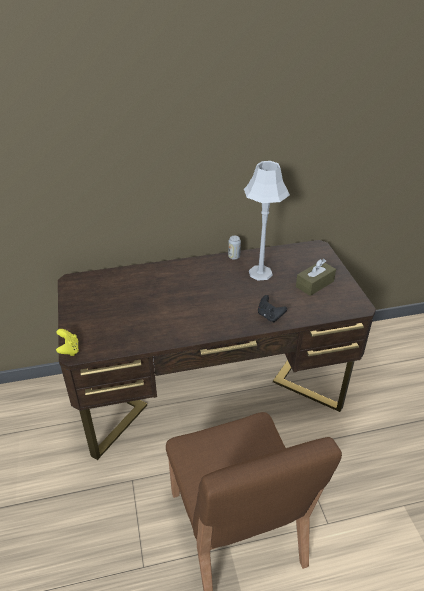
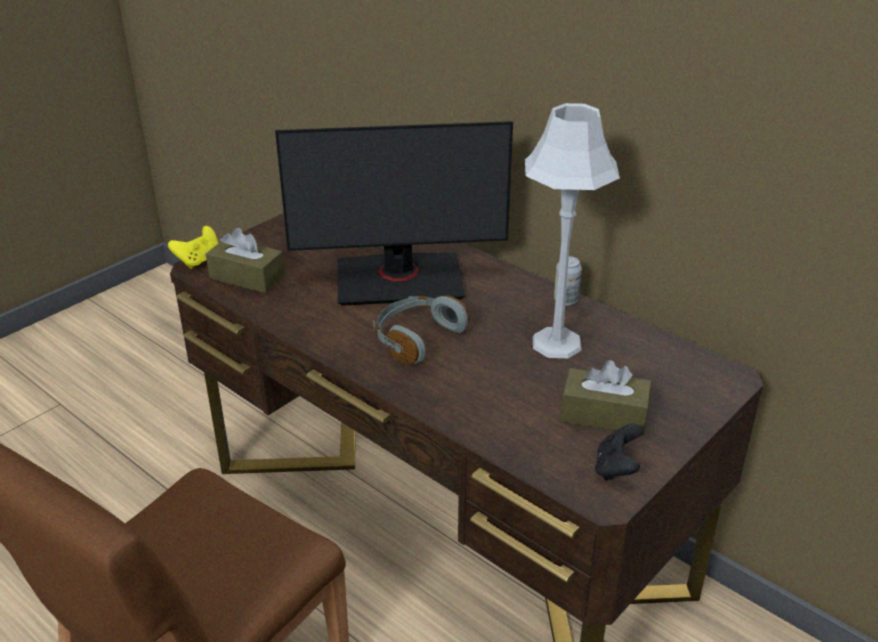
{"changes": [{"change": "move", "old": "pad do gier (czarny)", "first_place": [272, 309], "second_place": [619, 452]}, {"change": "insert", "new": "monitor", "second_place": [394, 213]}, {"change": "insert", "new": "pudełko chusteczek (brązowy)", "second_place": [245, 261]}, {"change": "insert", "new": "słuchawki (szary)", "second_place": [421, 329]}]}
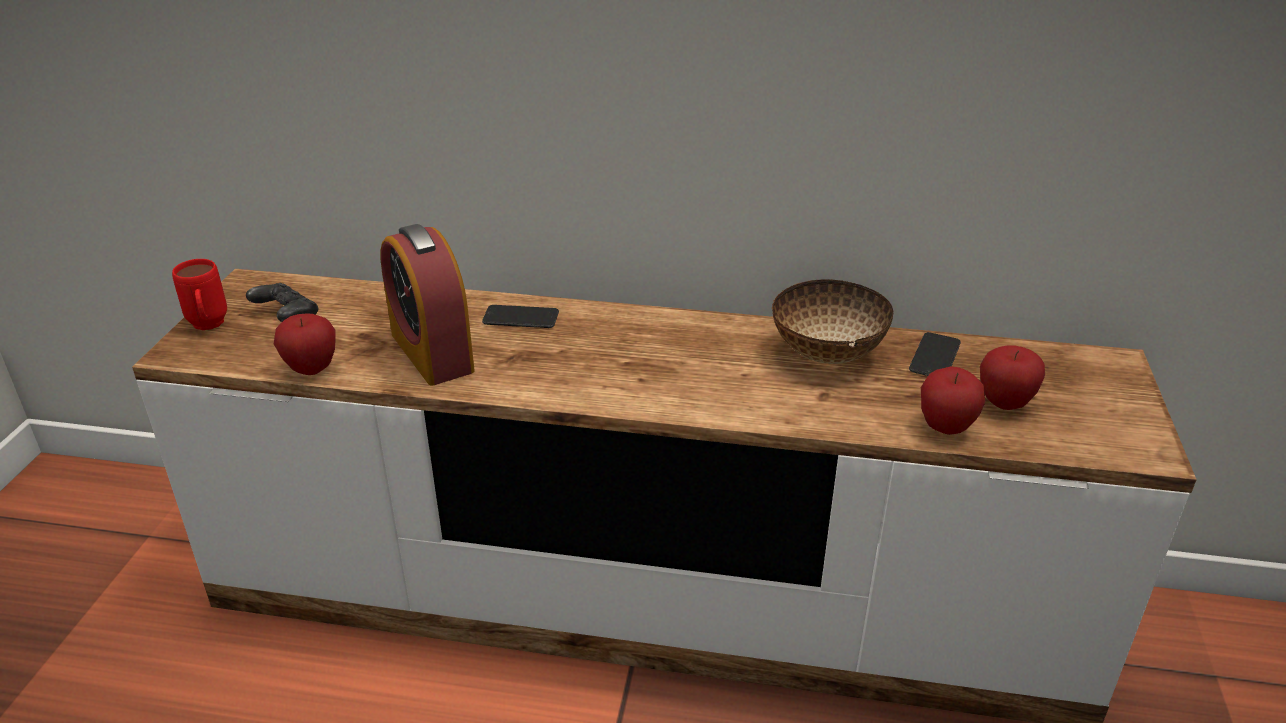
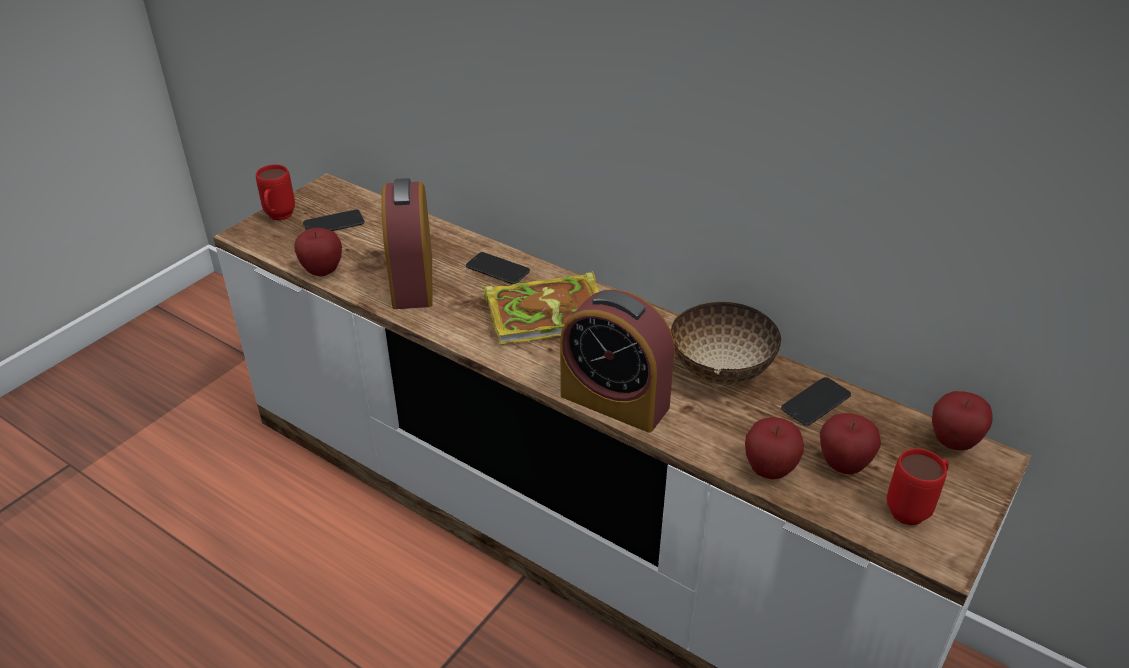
{"changes": [{"change": "replace", "old": "pad do gier (czarny)", "new": "telefon", "first_place": [282, 302], "second_place": [334, 220]}, {"change": "insert", "new": "książka", "second_place": [541, 308]}, {"change": "insert", "new": "budzik", "second_place": [617, 361]}, {"change": "insert", "new": "jabłko", "second_place": [962, 420]}, {"change": "insert", "new": "kubek (czerwony)", "second_place": [918, 486]}]}
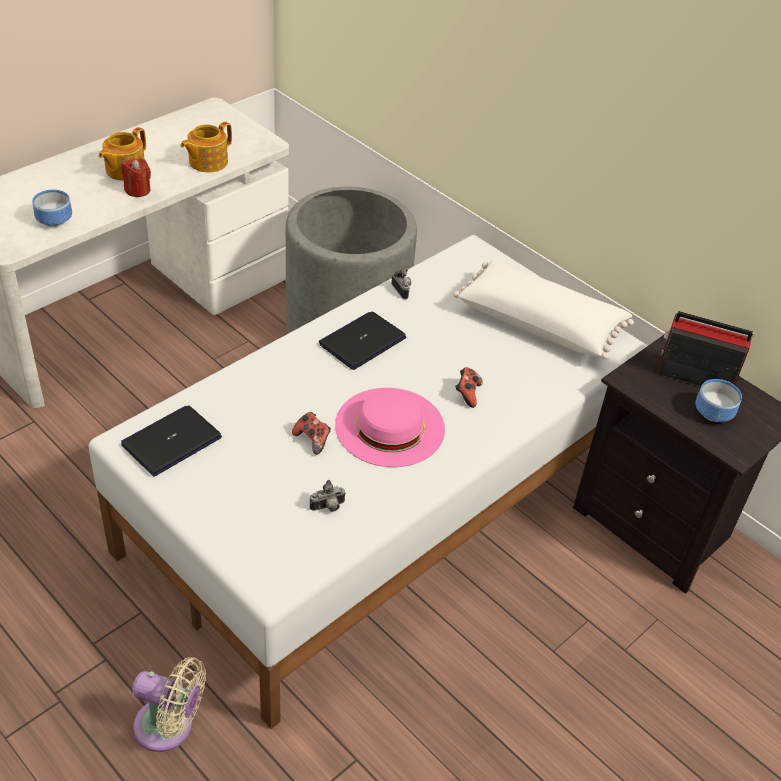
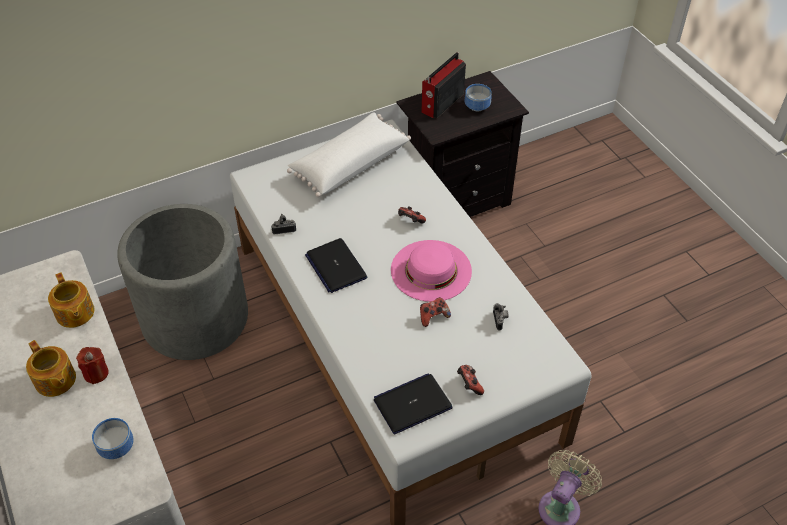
{"changes": [{"change": "rotate", "old": "laptop", "first_place": [171, 441], "second_place": [413, 403], "degrees": 90}, {"change": "insert", "new": "pad do gier", "second_place": [470, 380]}]}
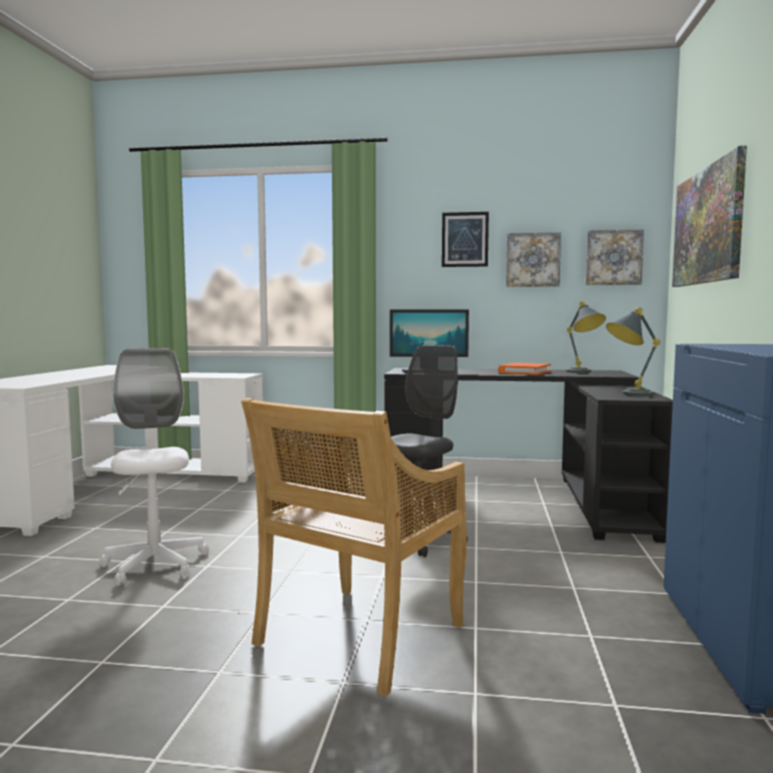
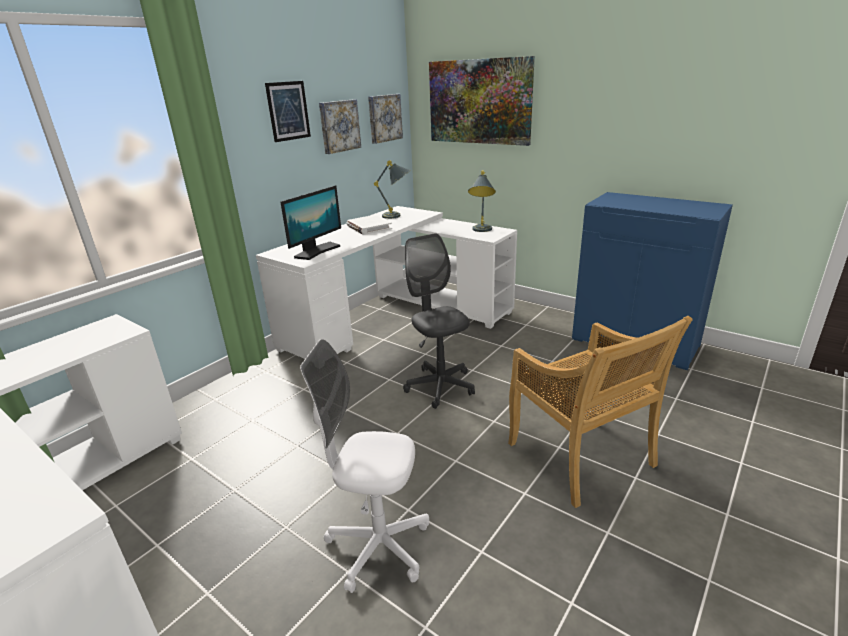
{"changes": [{"change": "recolor", "old": "książka (pomarańczowy)", "new": "książka (biały)", "first_place": [524, 368], "second_place": [369, 225]}, {"change": "recolor", "old": "biurko (czarny)", "new": "biurko (biały)", "first_place": [528, 455], "second_place": [386, 282]}]}
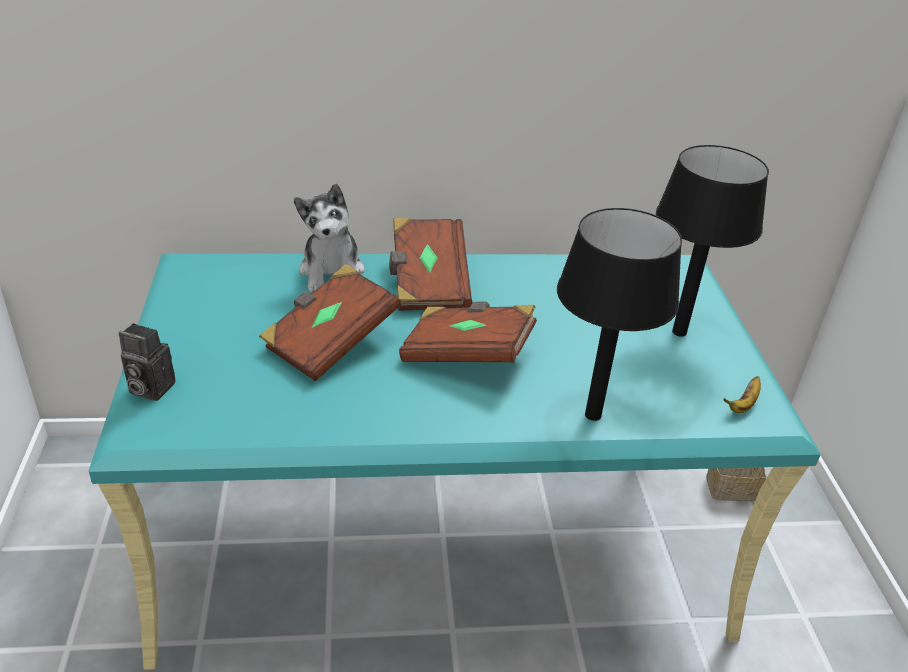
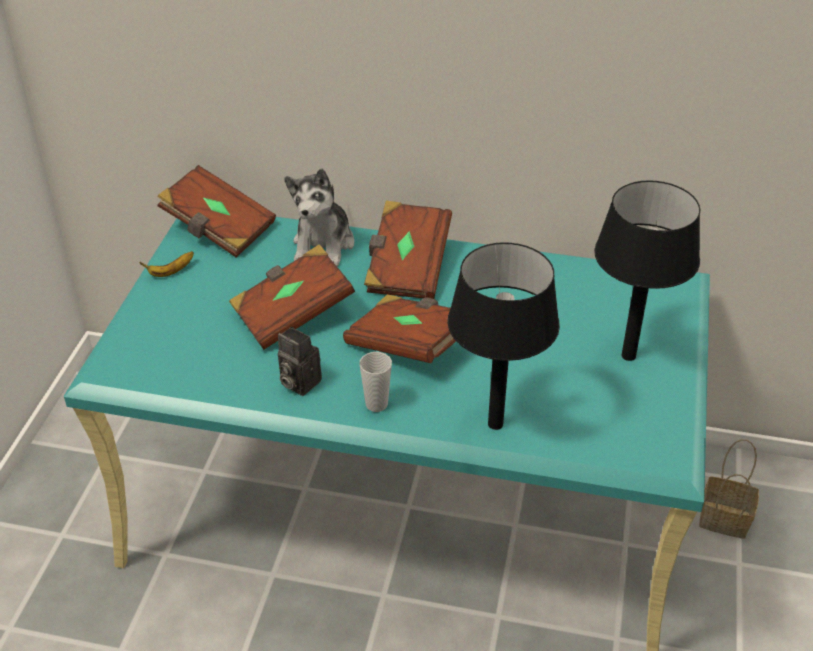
{"changes": [{"change": "move", "old": "aparat fotograficzny", "first_place": [147, 362], "second_place": [300, 361]}, {"change": "move", "old": "banan", "first_place": [742, 394], "second_place": [166, 264]}, {"change": "insert", "new": "książka (brązowy)", "second_place": [216, 211]}, {"change": "insert", "new": "filiżanka", "second_place": [376, 382]}]}
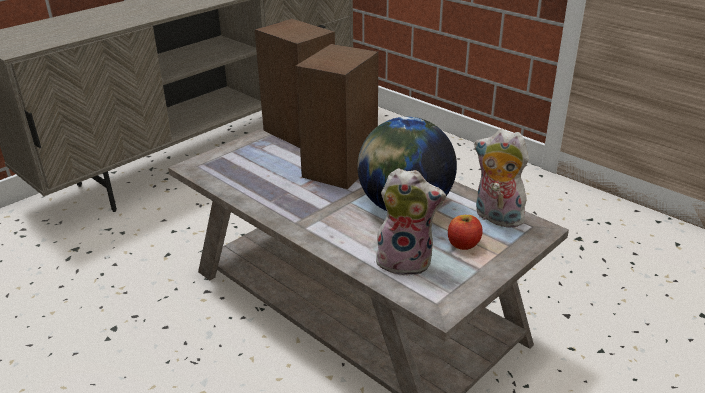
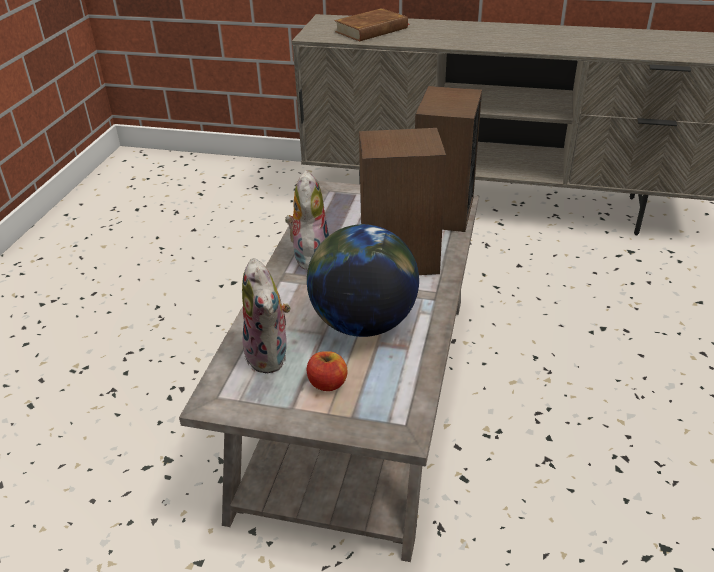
{"changes": [{"change": "move", "old": "pluszak", "first_place": [501, 178], "second_place": [307, 220]}, {"change": "insert", "new": "książka (brązowy)", "second_place": [371, 25]}]}
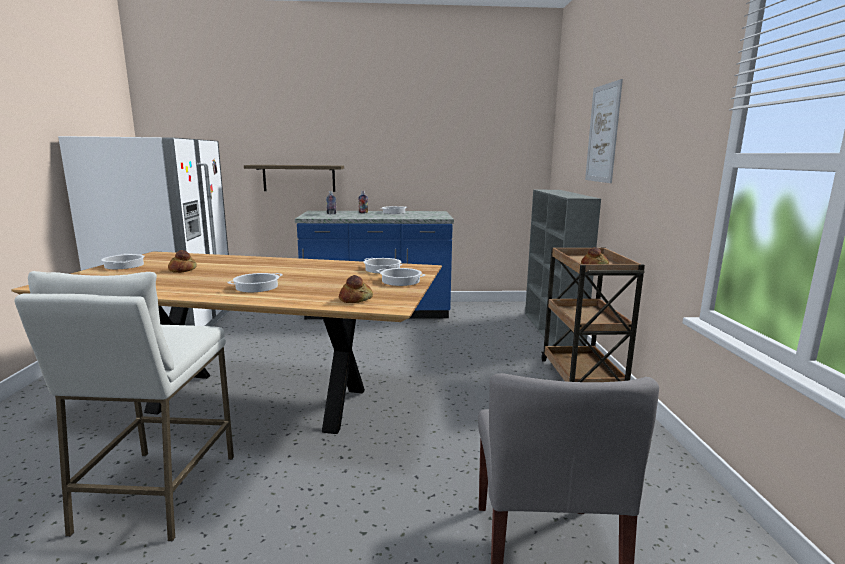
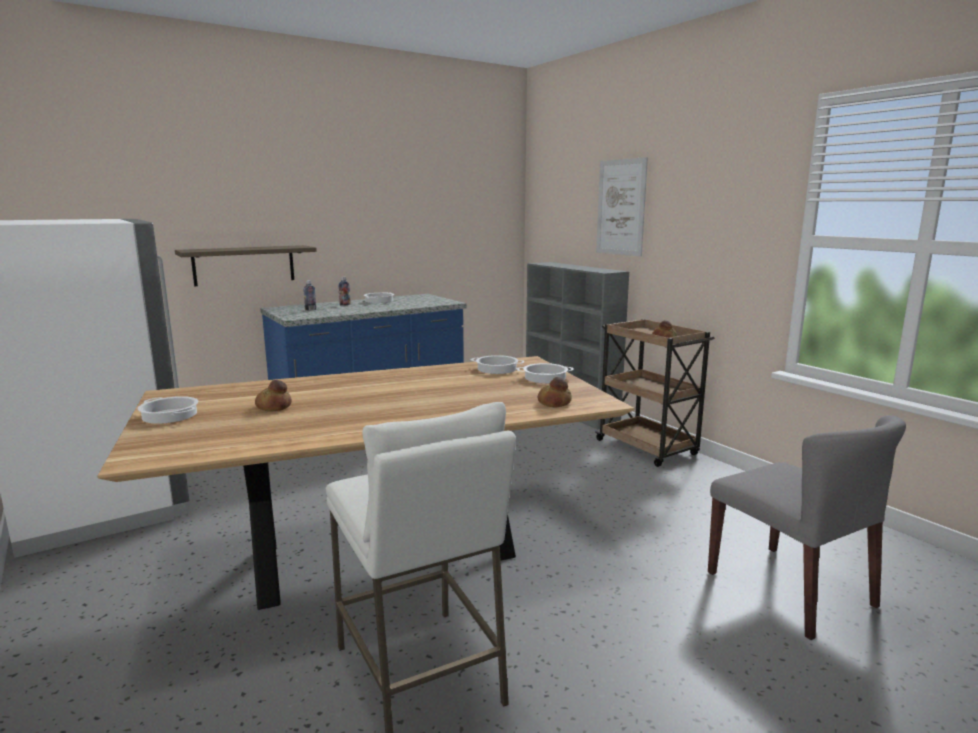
{"changes": [{"change": "delete", "old": "garnek", "first_place": [255, 282]}]}
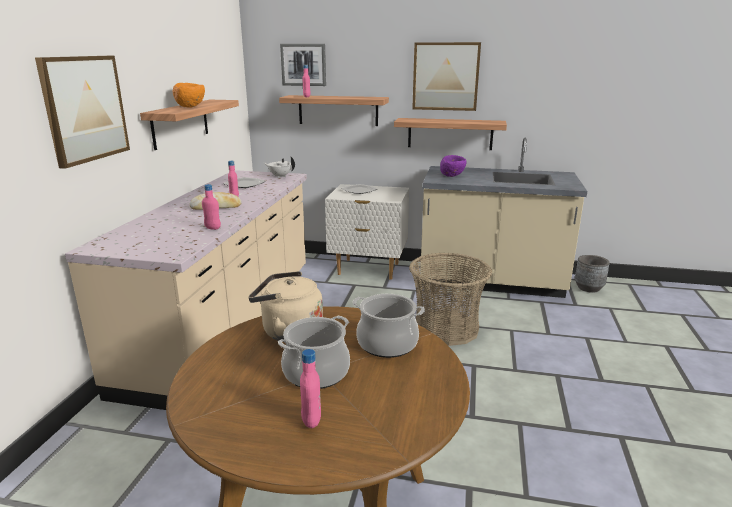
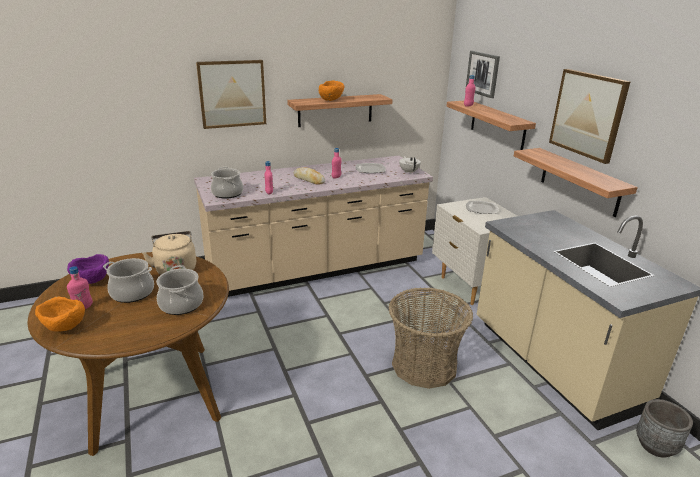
{"changes": [{"change": "move", "old": "miska (fioletowy)", "first_place": [453, 166], "second_place": [88, 269]}, {"change": "insert", "new": "garnek", "second_place": [227, 183]}, {"change": "insert", "new": "miska (pomarańczowy)", "second_place": [60, 314]}]}
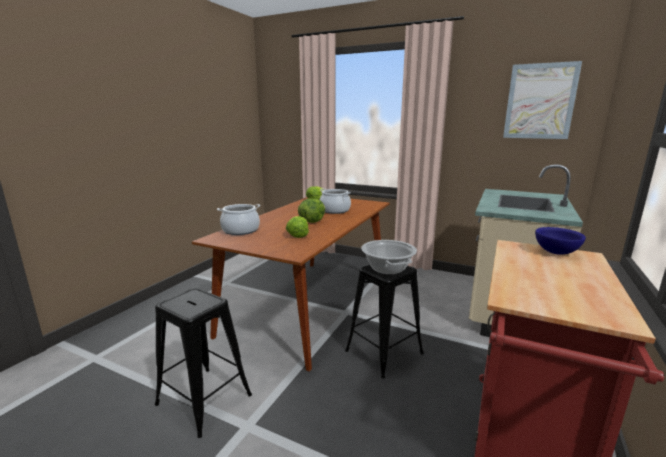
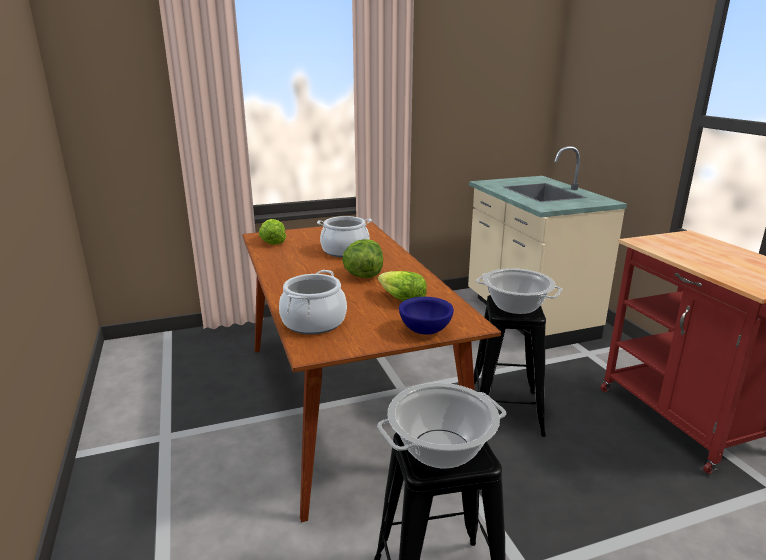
{"changes": [{"change": "delete", "old": "obraz", "first_place": [542, 100]}, {"change": "move", "old": "miska (niebieski)", "first_place": [560, 241], "second_place": [426, 316]}, {"change": "insert", "new": "garnek", "second_place": [441, 426]}]}
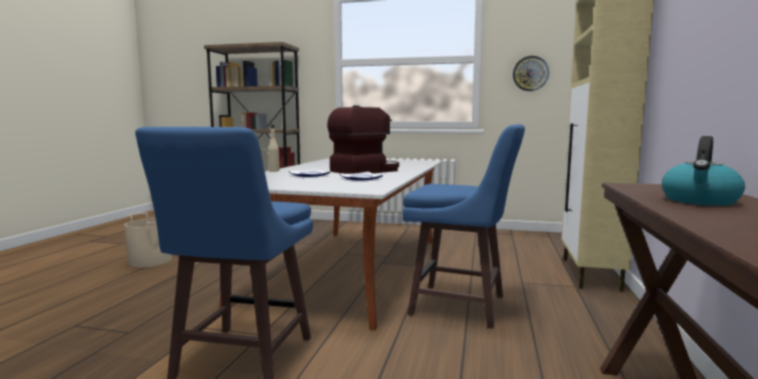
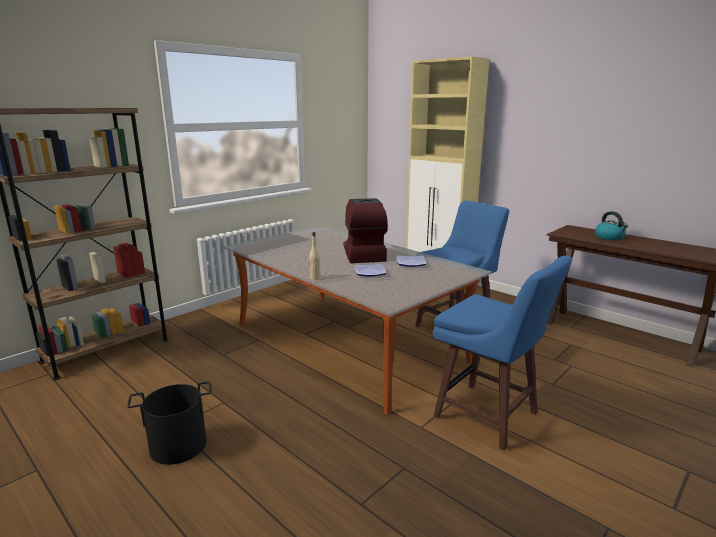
{"changes": [{"change": "delete", "old": "zegar ścienny", "first_place": [531, 73]}, {"change": "recolor", "old": "wiadro (beżowy)", "new": "wiadro (czarny)", "first_place": [148, 240], "second_place": [170, 423]}]}
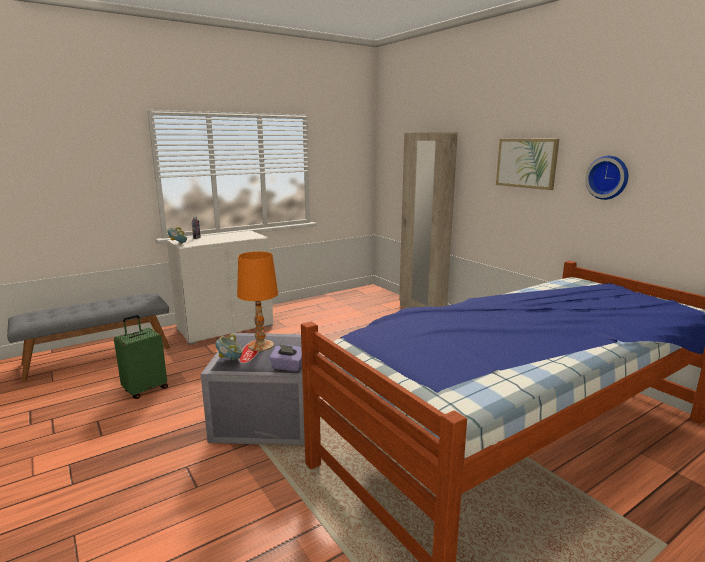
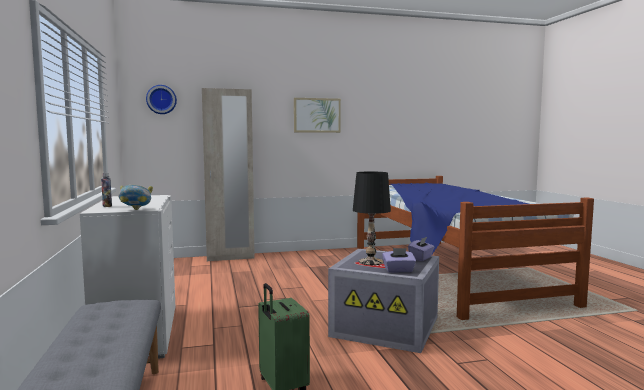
{"changes": [{"change": "move", "old": "zegar ścienny", "first_place": [606, 178], "second_place": [161, 99]}, {"change": "recolor", "old": "lampa stołowa (pomarańczowy)", "new": "lampa stołowa (czarny)", "first_place": [257, 301], "second_place": [372, 218]}, {"change": "replace", "old": "miska", "new": "pudełko chusteczek (fioletowy)", "first_place": [229, 347], "second_place": [399, 260]}]}
